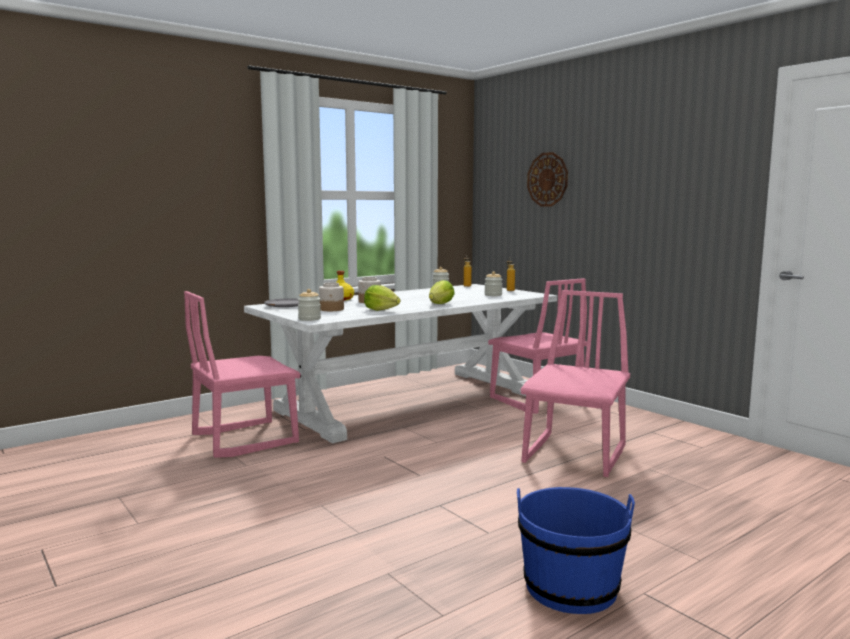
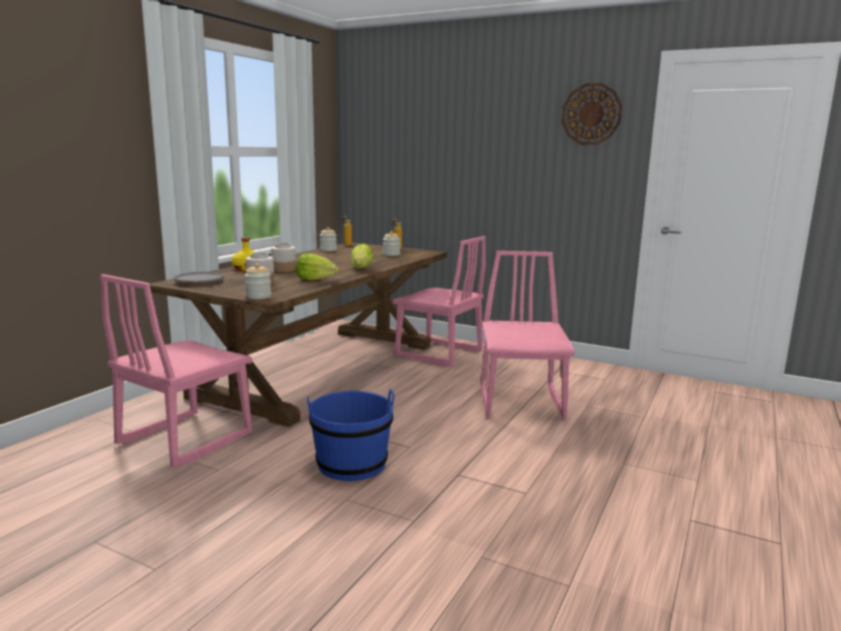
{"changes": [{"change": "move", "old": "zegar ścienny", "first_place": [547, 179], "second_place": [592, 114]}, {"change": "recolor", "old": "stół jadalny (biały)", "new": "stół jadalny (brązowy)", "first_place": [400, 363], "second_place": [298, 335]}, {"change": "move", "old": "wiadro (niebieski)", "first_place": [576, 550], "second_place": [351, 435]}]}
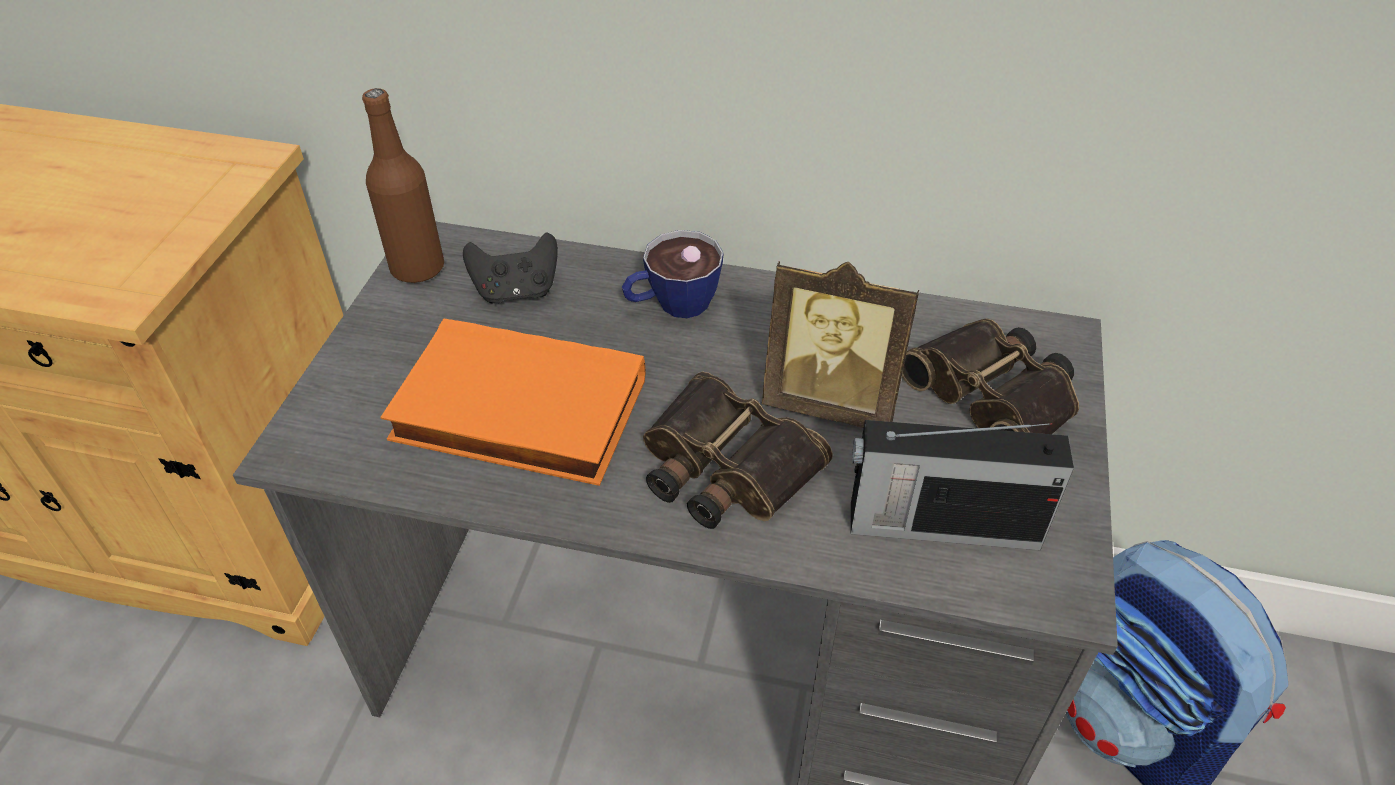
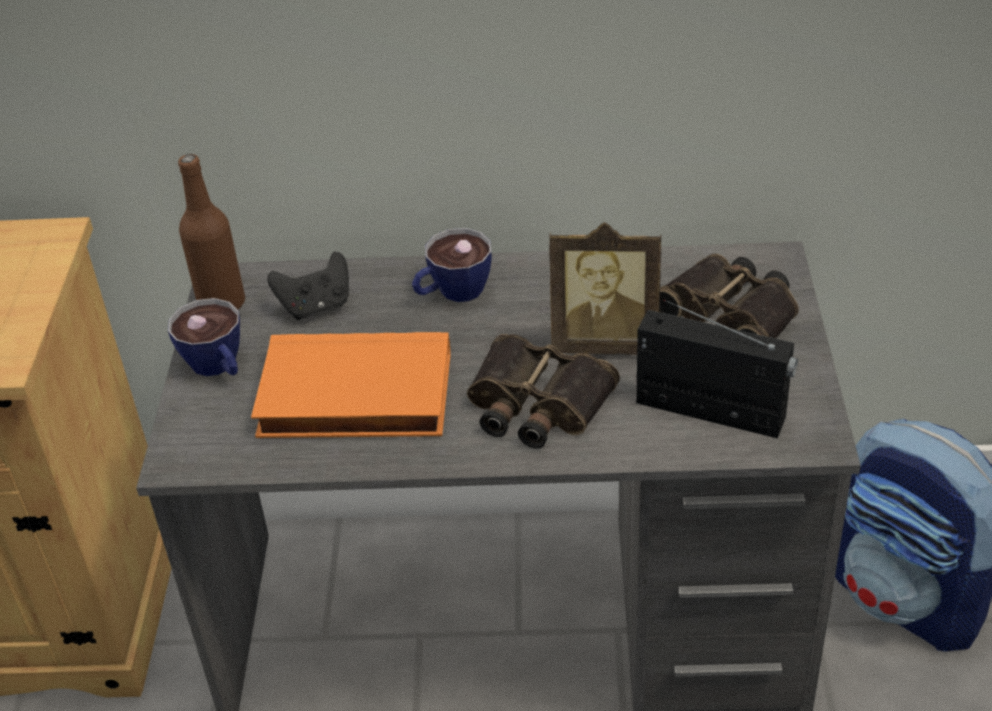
{"changes": [{"change": "rotate", "old": "radio", "first_place": [962, 485], "second_place": [717, 369], "degrees": -150}, {"change": "insert", "new": "filiżanka", "second_place": [204, 337]}]}
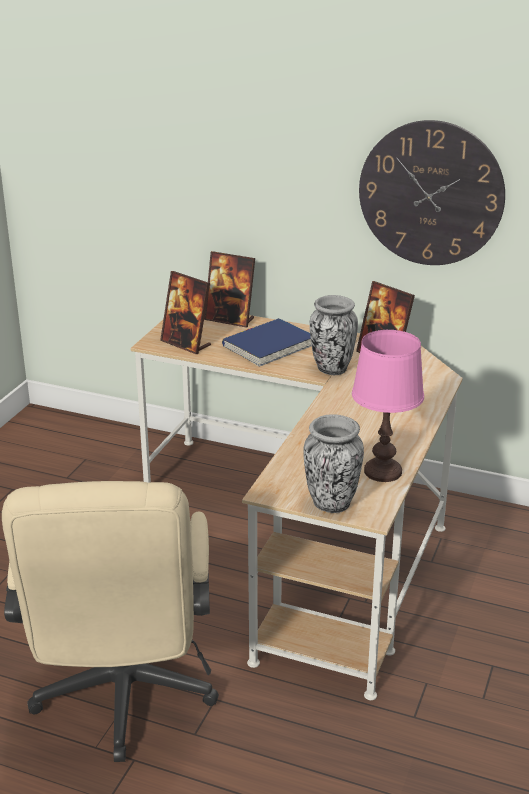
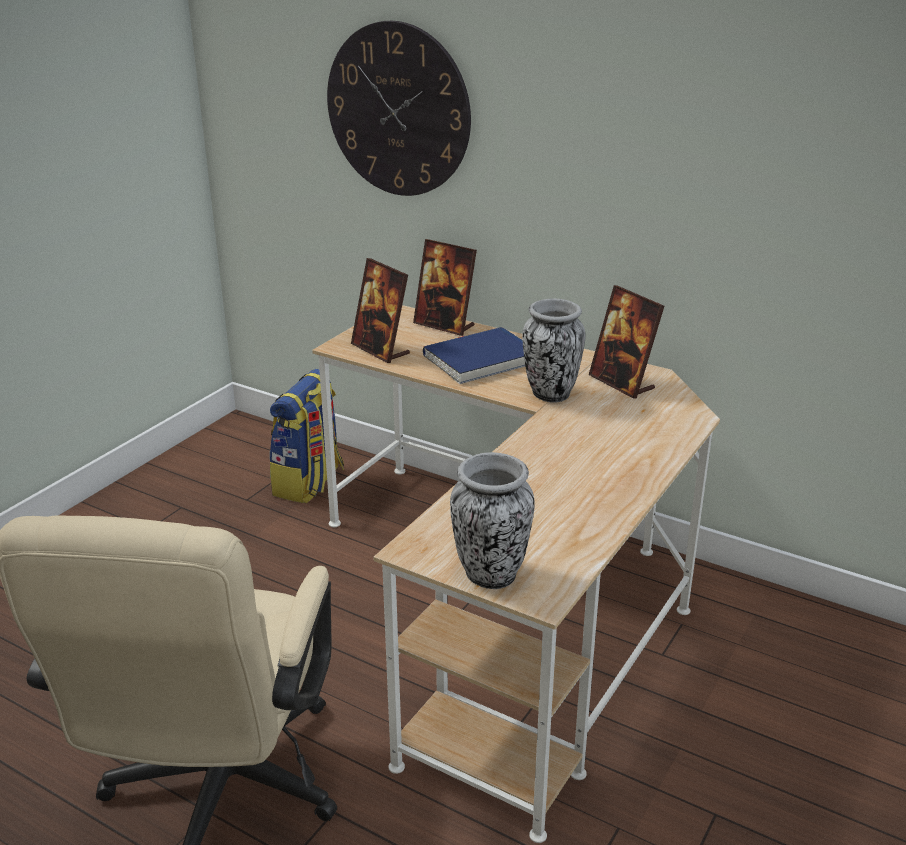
{"changes": [{"change": "move", "old": "zegar ścienny", "first_place": [432, 192], "second_place": [399, 108]}, {"change": "delete", "old": "lampa stołowa (różowy)", "first_place": [388, 406]}, {"change": "insert", "new": "plecak", "second_place": [306, 436]}]}
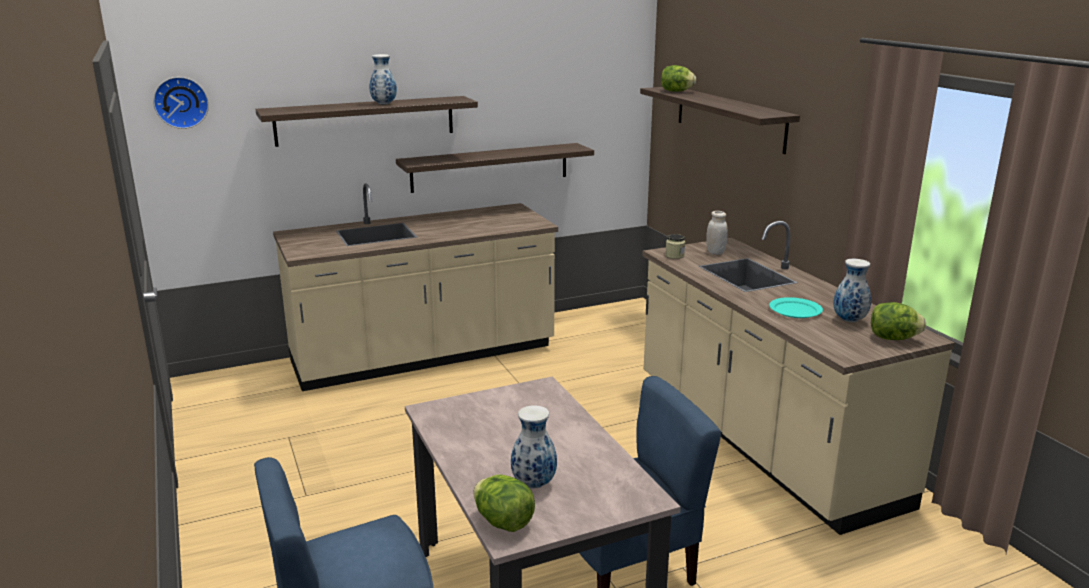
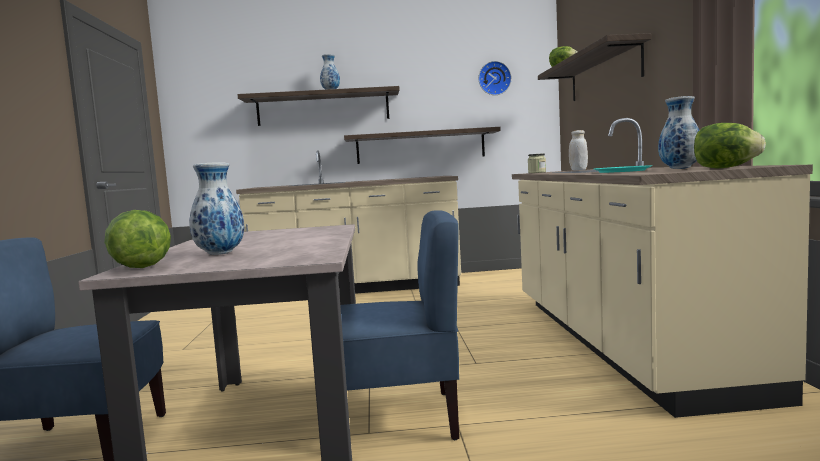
{"changes": [{"change": "move", "old": "zegar ścienny", "first_place": [181, 103], "second_place": [495, 78]}]}
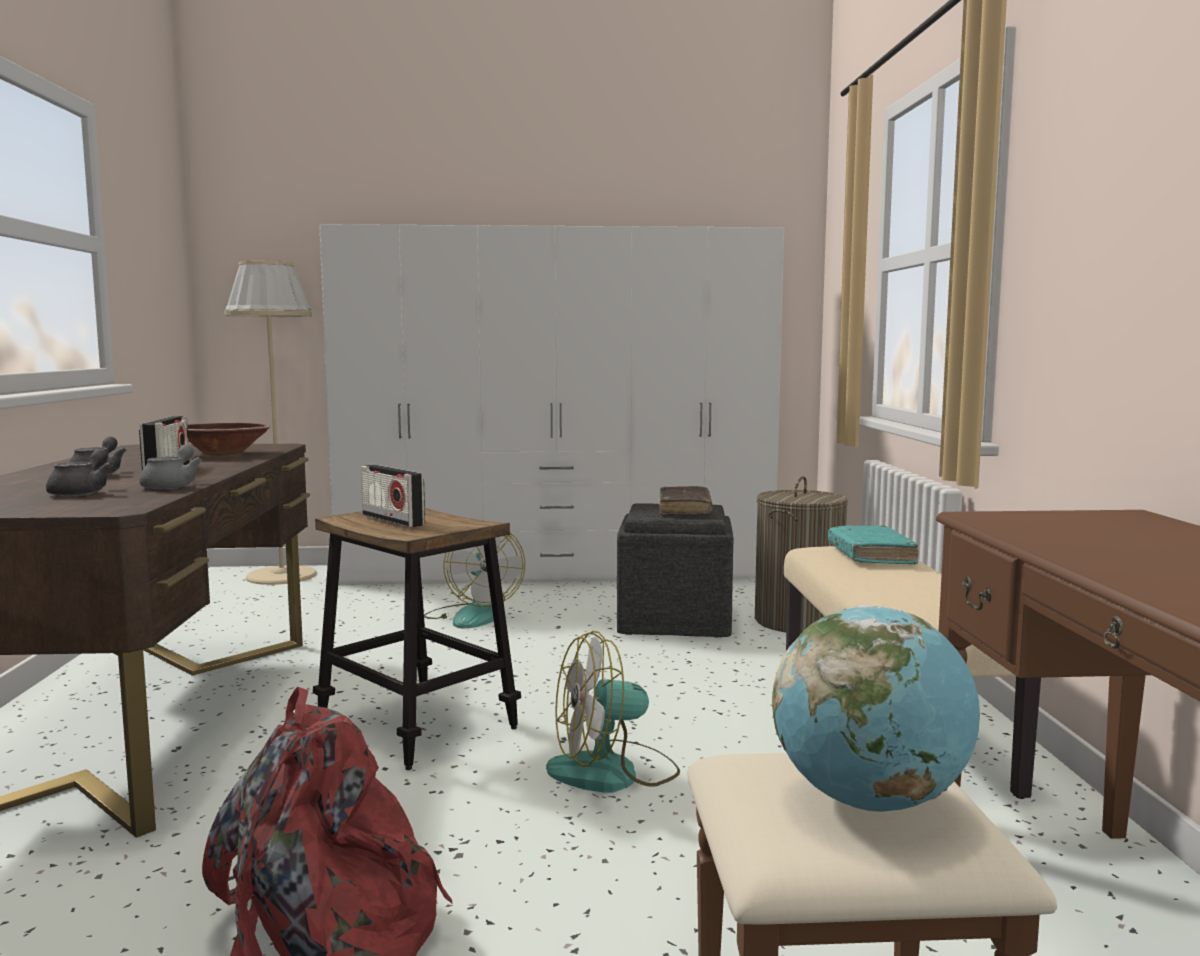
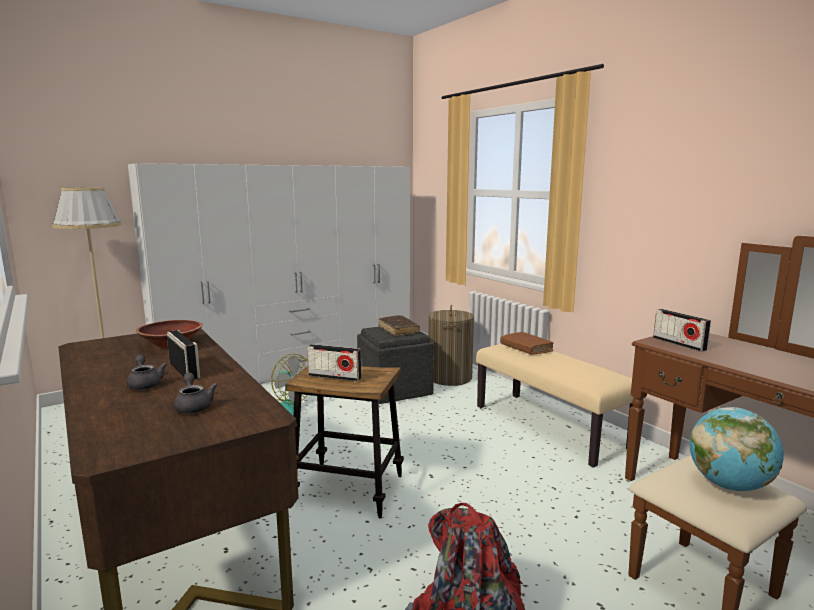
{"changes": [{"change": "delete", "old": "imbryk (szary)", "first_place": [170, 467]}, {"change": "recolor", "old": "książka (turkusowy)", "new": "książka (brązowy)", "first_place": [873, 544], "second_place": [526, 343]}, {"change": "delete", "old": "wentylator", "first_place": [613, 712]}, {"change": "insert", "new": "radio", "second_place": [682, 330]}]}
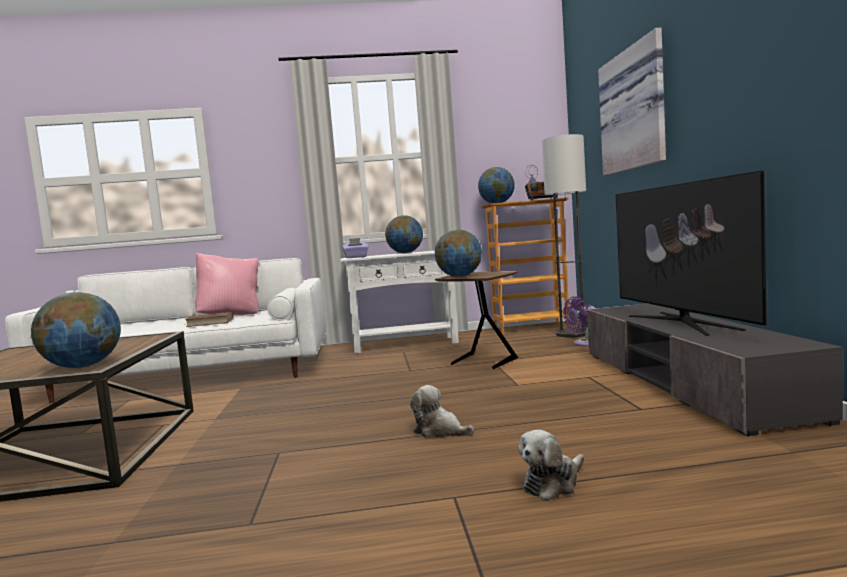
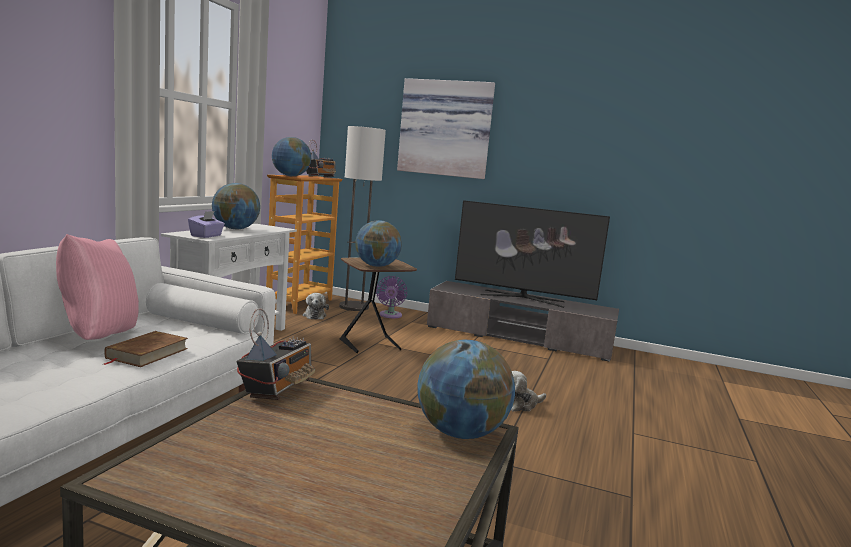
{"changes": [{"change": "move", "old": "pluszak", "first_place": [551, 465], "second_place": [316, 306]}, {"change": "insert", "new": "radio", "second_place": [275, 354]}]}
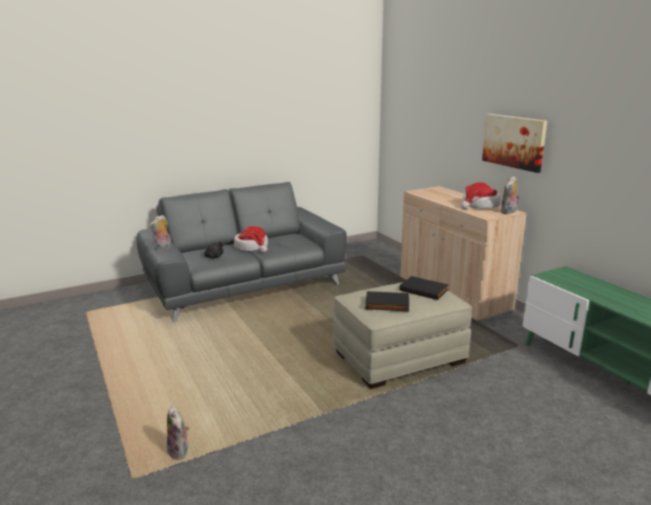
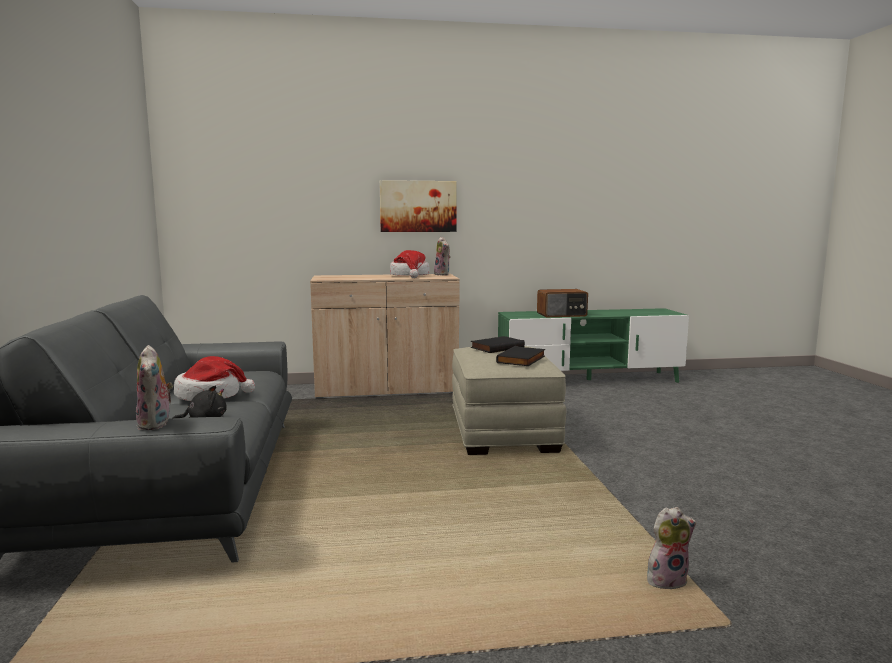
{"changes": [{"change": "insert", "new": "radio", "second_place": [562, 303]}]}
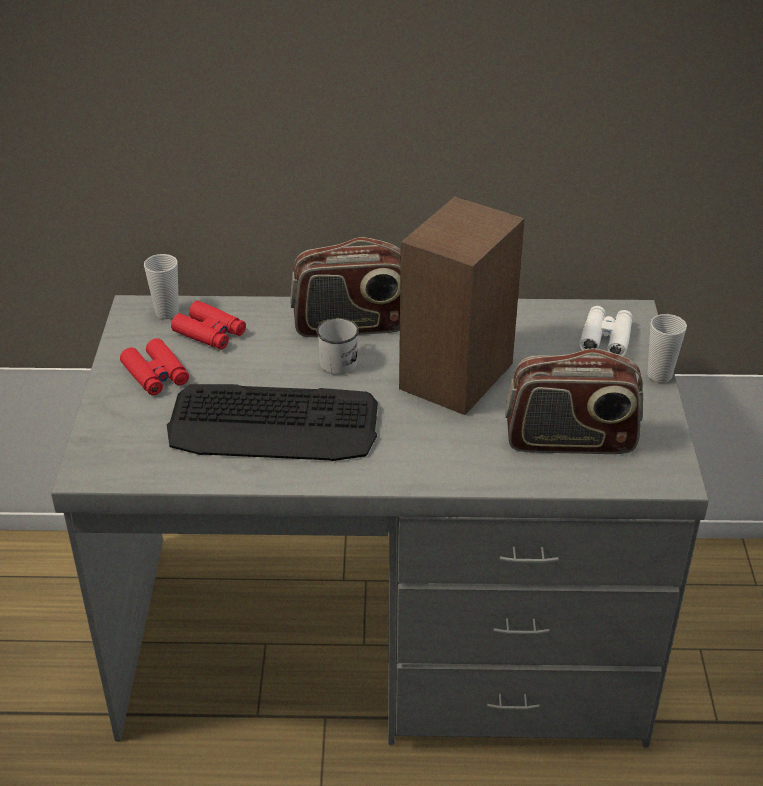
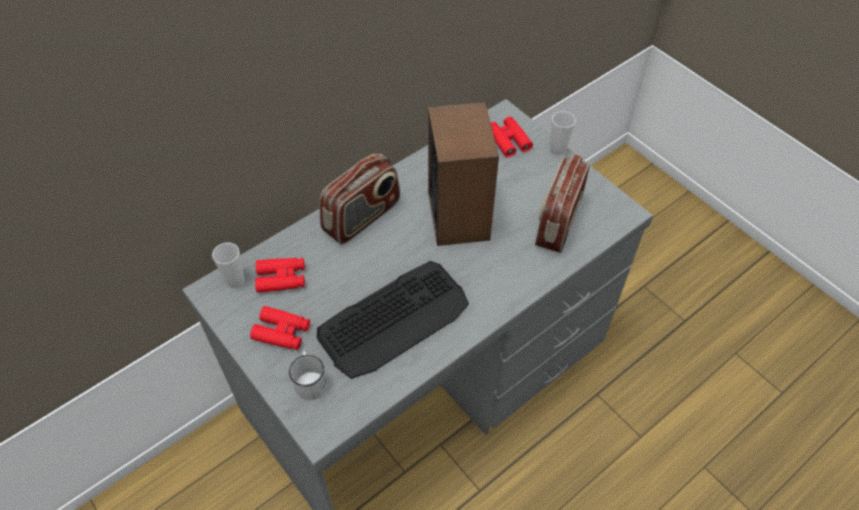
{"changes": [{"change": "recolor", "old": "lornetka (biały)", "new": "lornetka (czerwony)", "first_place": [605, 331], "second_place": [512, 137]}, {"change": "move", "old": "kubek (biały)", "first_place": [338, 346], "second_place": [307, 375]}, {"change": "rotate", "old": "radio", "first_place": [574, 401], "second_place": [562, 203], "degrees": 150}]}
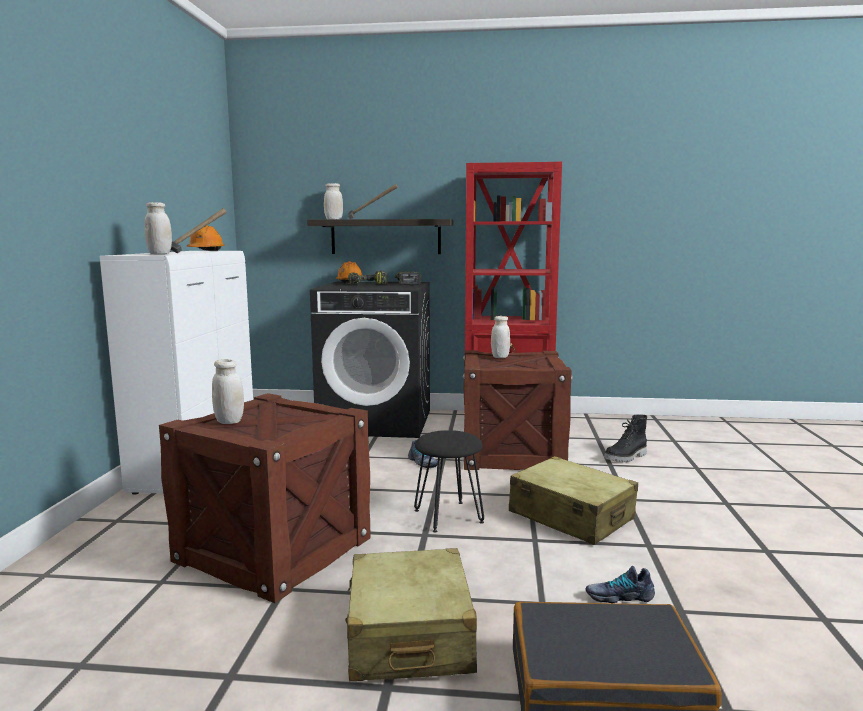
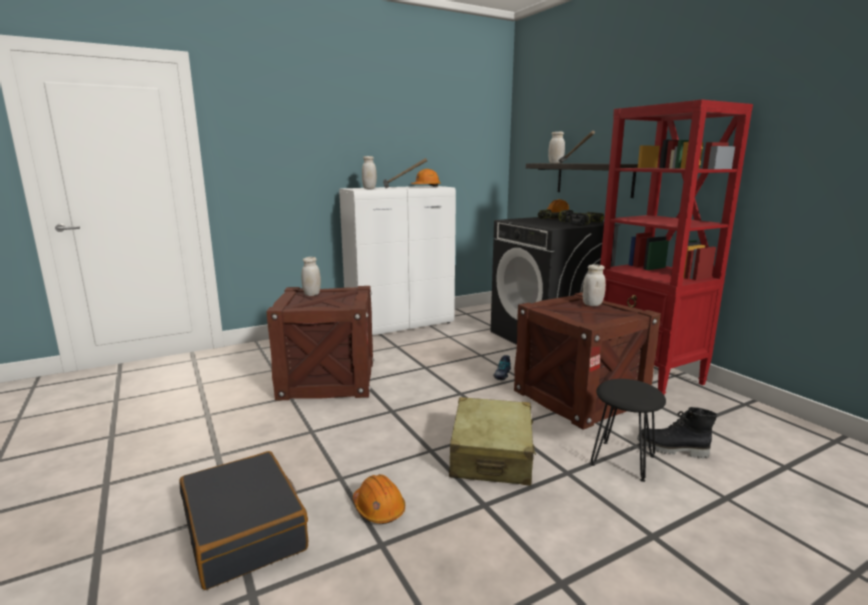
{"changes": [{"change": "move", "old": "stołek (czarny)", "first_place": [449, 481], "second_place": [628, 430]}, {"change": "delete", "old": "walizka (beżowy)", "first_place": [411, 614]}, {"change": "replace", "old": "but", "new": "kask (pomarańczowy)", "first_place": [620, 584], "second_place": [379, 499]}]}
